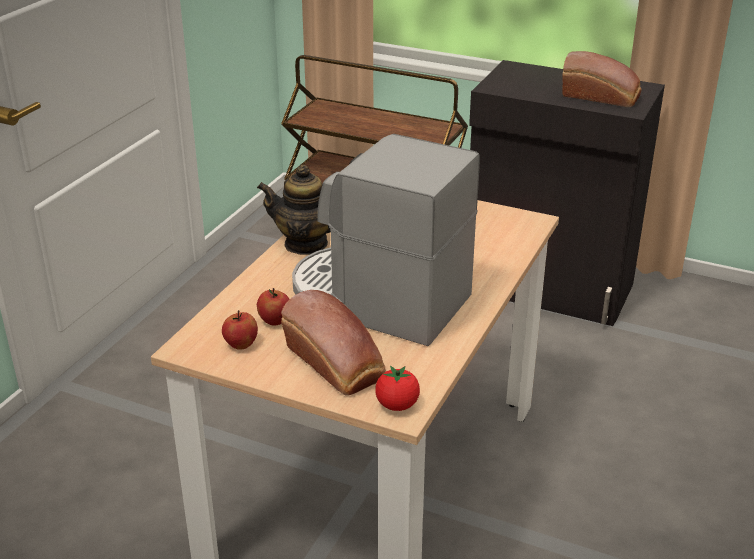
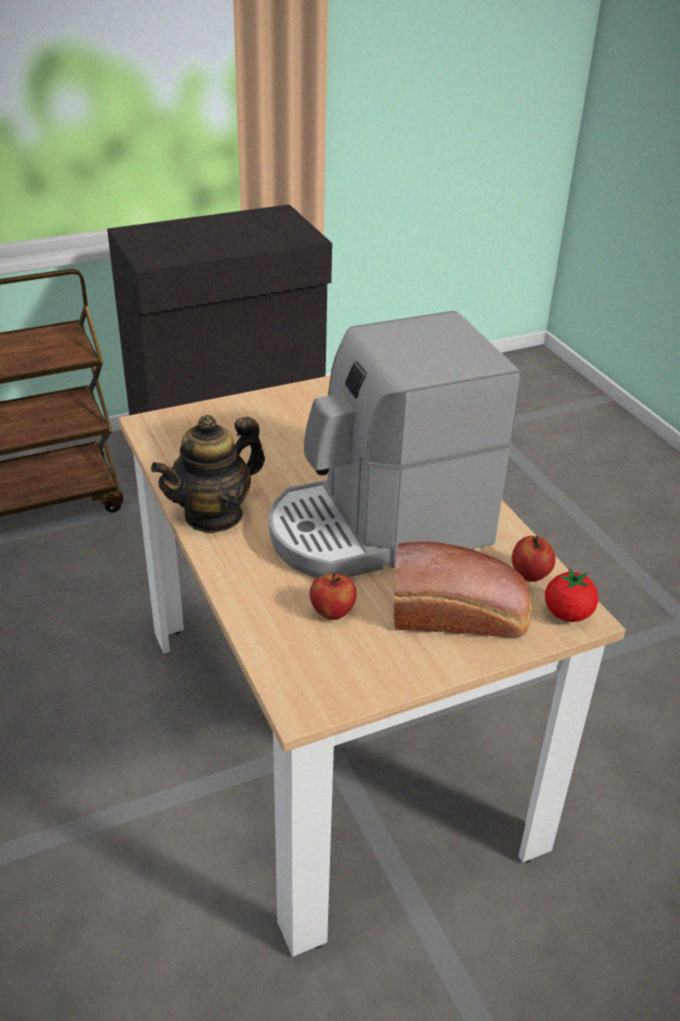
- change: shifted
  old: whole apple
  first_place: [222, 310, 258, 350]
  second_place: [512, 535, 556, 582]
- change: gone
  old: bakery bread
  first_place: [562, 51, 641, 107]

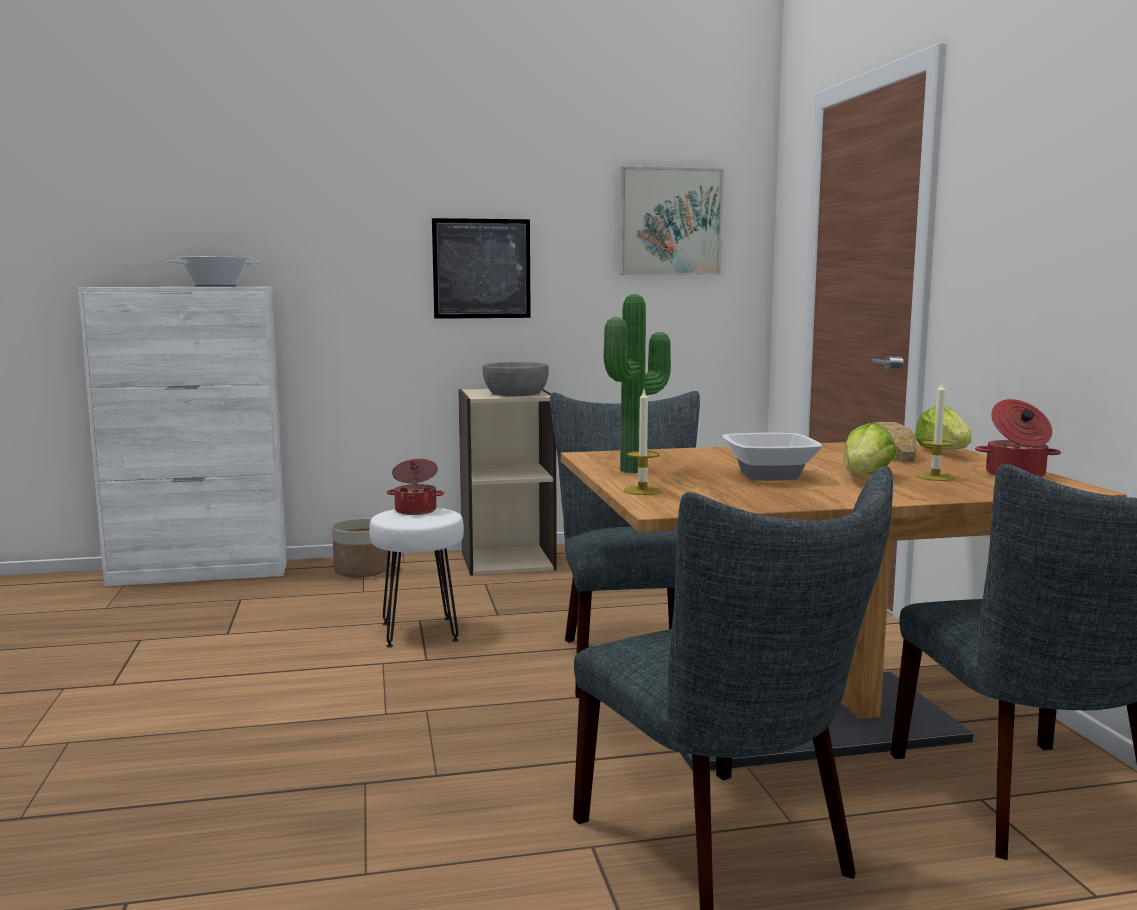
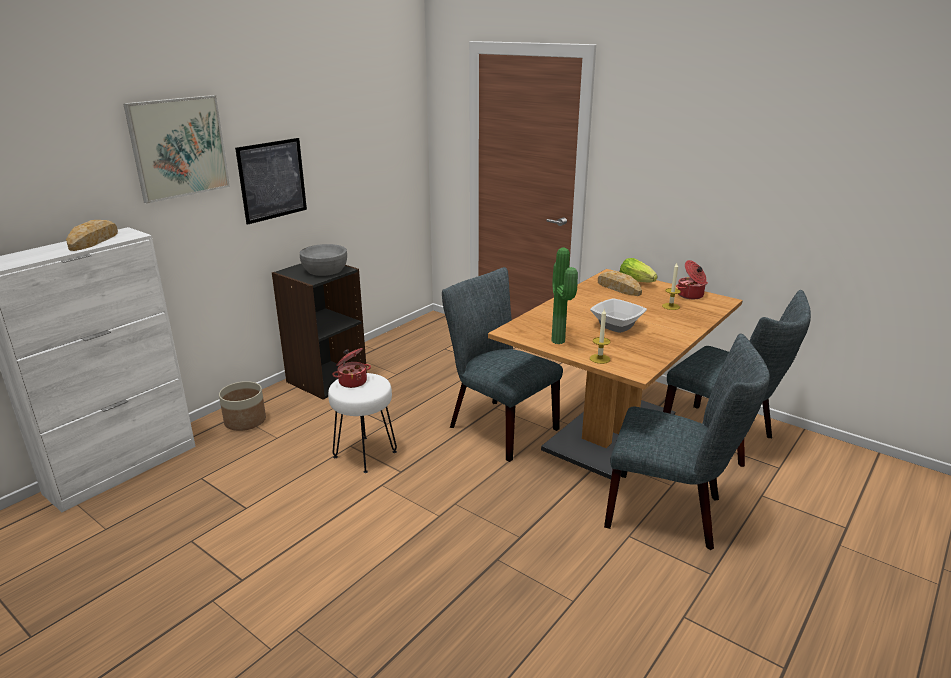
- change: swapped
  old: stockpot
  new: bakery bread
  first_place: [166, 257, 260, 287]
  second_place: [66, 220, 118, 251]
- change: repainted
  old: beige-coloured shelving unit
  new: black shelving unit
  first_place: [458, 389, 557, 576]
  second_place: [272, 263, 367, 400]
- change: shifted
  old: wall art
  first_place: [619, 166, 724, 275]
  second_place: [123, 95, 230, 204]
- change: gone
  old: lettuce
  first_place: [843, 423, 896, 474]

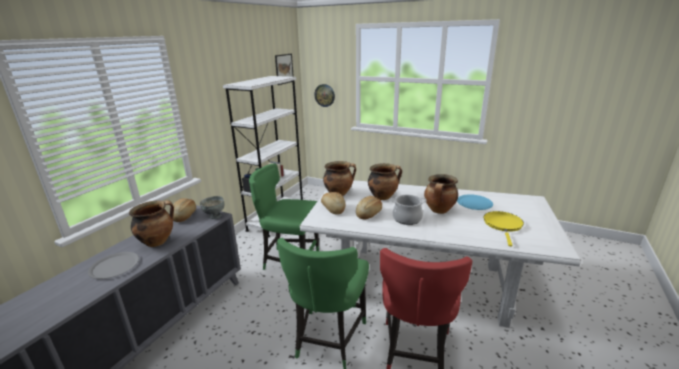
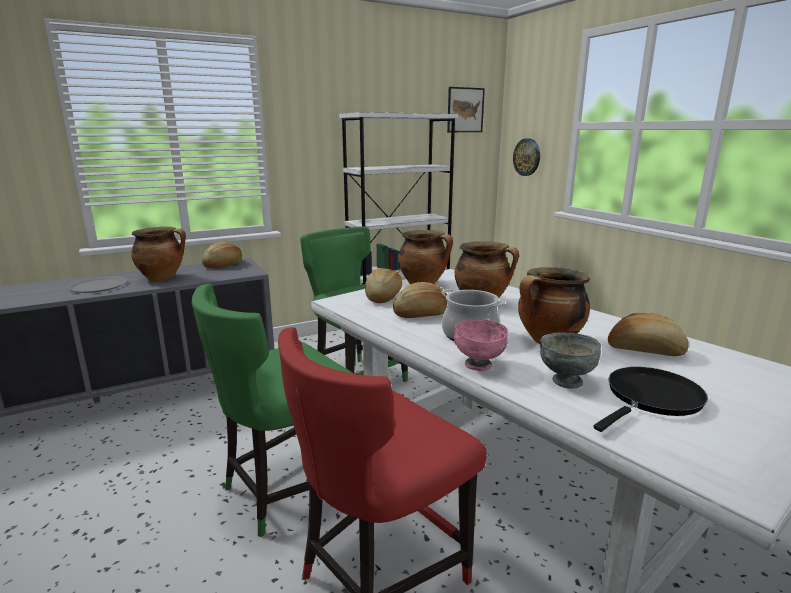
- change: shifted
  old: gray bowl
  first_place: [200, 196, 224, 219]
  second_place: [540, 332, 601, 389]
- change: swapped
  old: blue dinner plate
  new: bakery bread
  first_place: [457, 194, 493, 210]
  second_place: [608, 313, 689, 356]
- change: repainted
  old: yellow frying pan
  new: black frying pan
  first_place: [484, 211, 524, 246]
  second_place: [594, 367, 708, 432]
- change: new
  new: pink bowl
  second_place: [454, 319, 508, 371]

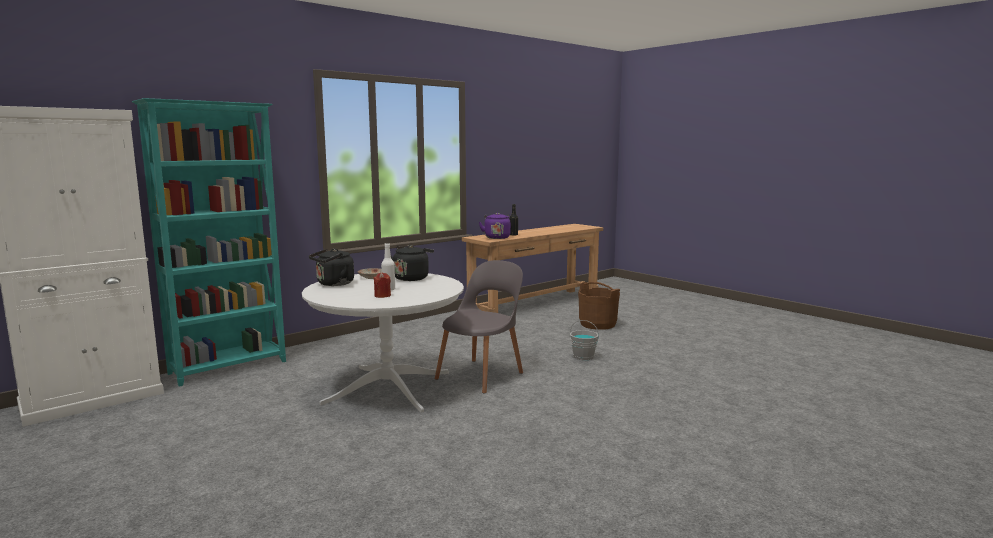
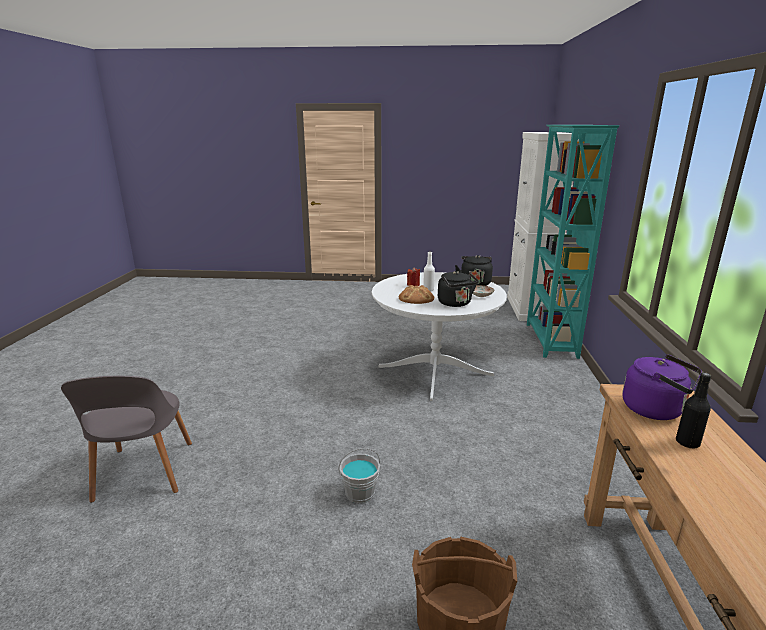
- change: shifted
  old: gray upright chair
  first_place: [435, 260, 523, 393]
  second_place: [61, 376, 192, 503]
- change: new
  new: bakery bread
  second_place: [399, 285, 434, 304]

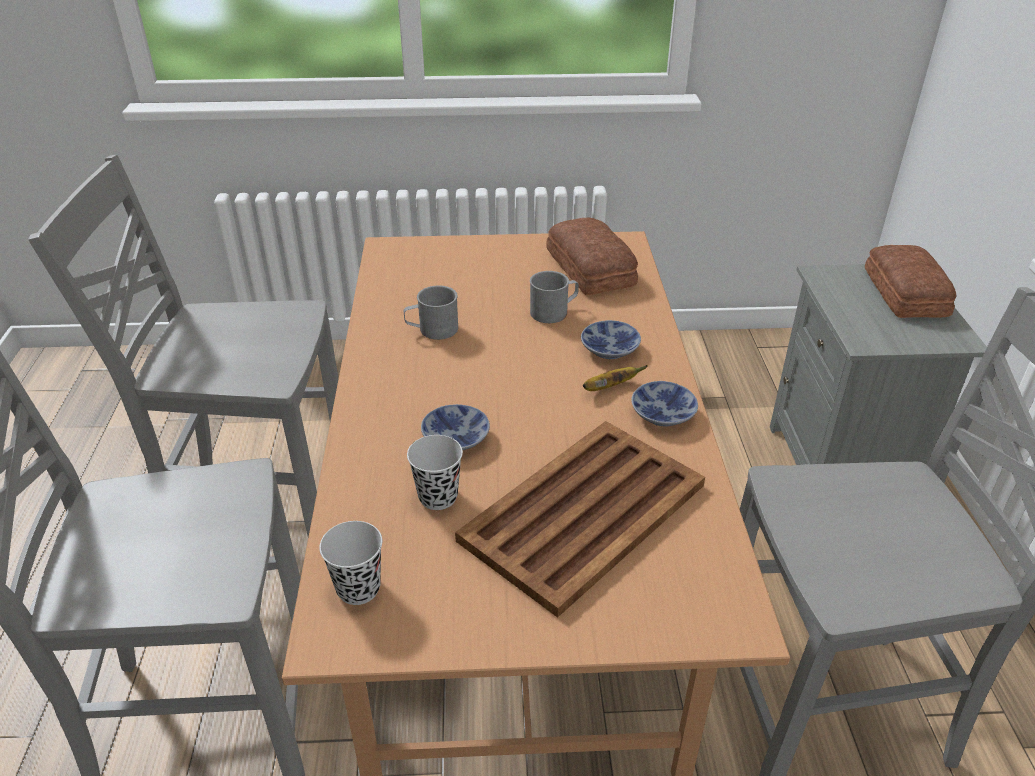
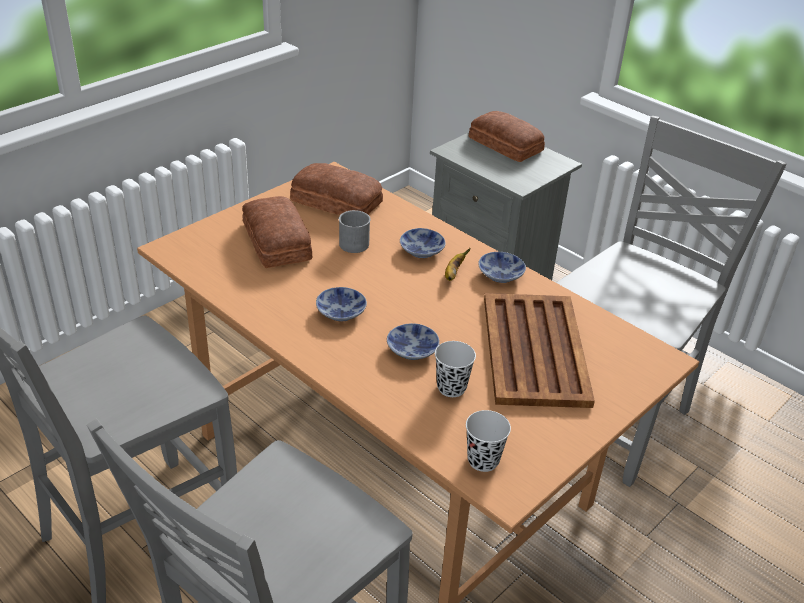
- change: gone
  old: gray coffee mug
  first_place: [404, 286, 458, 340]
- change: new
  new: bakery bread
  second_place: [242, 196, 312, 268]
- change: new
  new: bowl
  second_place: [316, 287, 367, 321]

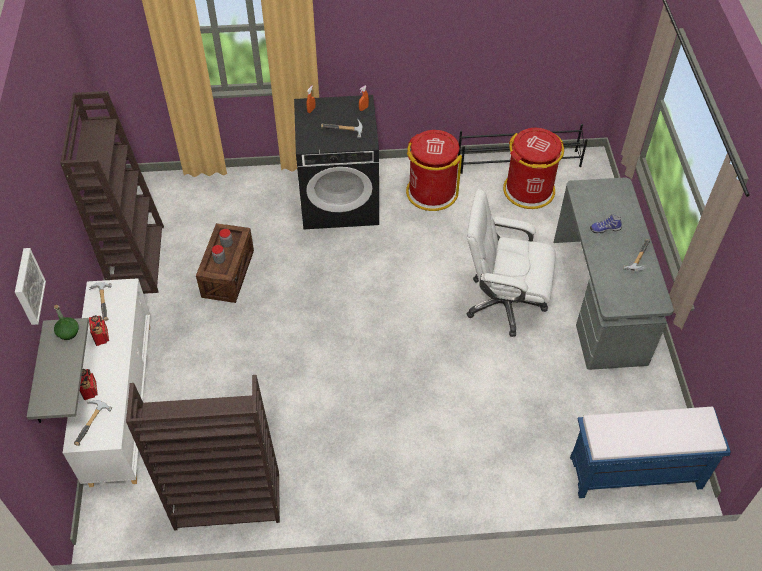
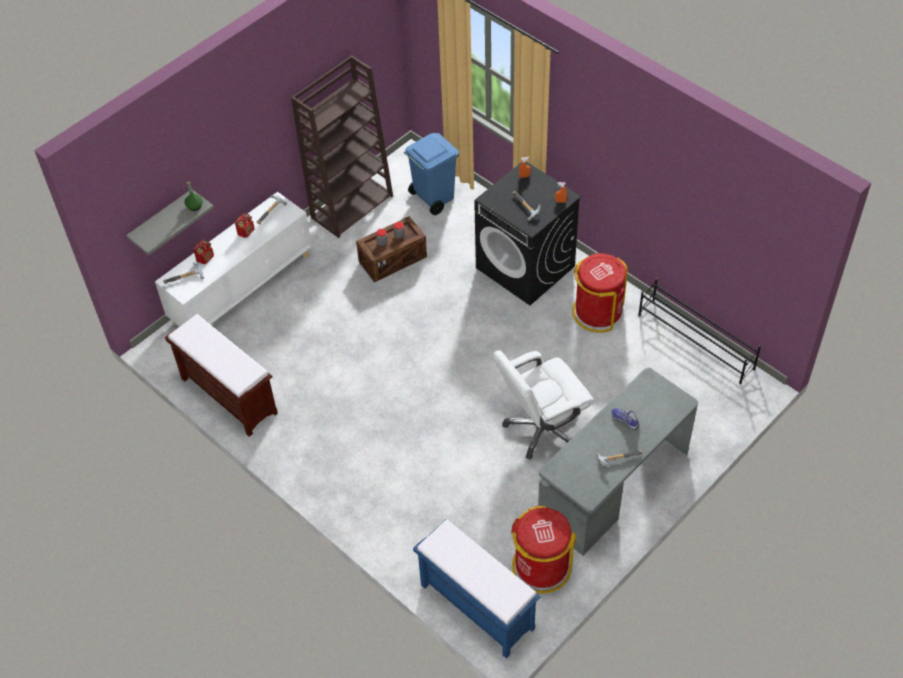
- change: gone
  old: wall art
  first_place: [15, 248, 46, 325]
- change: swapped
  old: brown-coloured shelving unit
  new: brown-coloured indoor bench
  first_place: [126, 375, 280, 531]
  second_place: [165, 314, 278, 437]
- change: rotated
  old: white-coloured office chair
  first_place: [467, 189, 556, 337]
  second_place: [493, 350, 595, 459]
  degrees: -90
- change: shifted
  old: red trash can
  first_place: [503, 128, 564, 209]
  second_place: [511, 506, 576, 594]
- change: new
  new: blue trash can
  second_place: [404, 133, 459, 215]

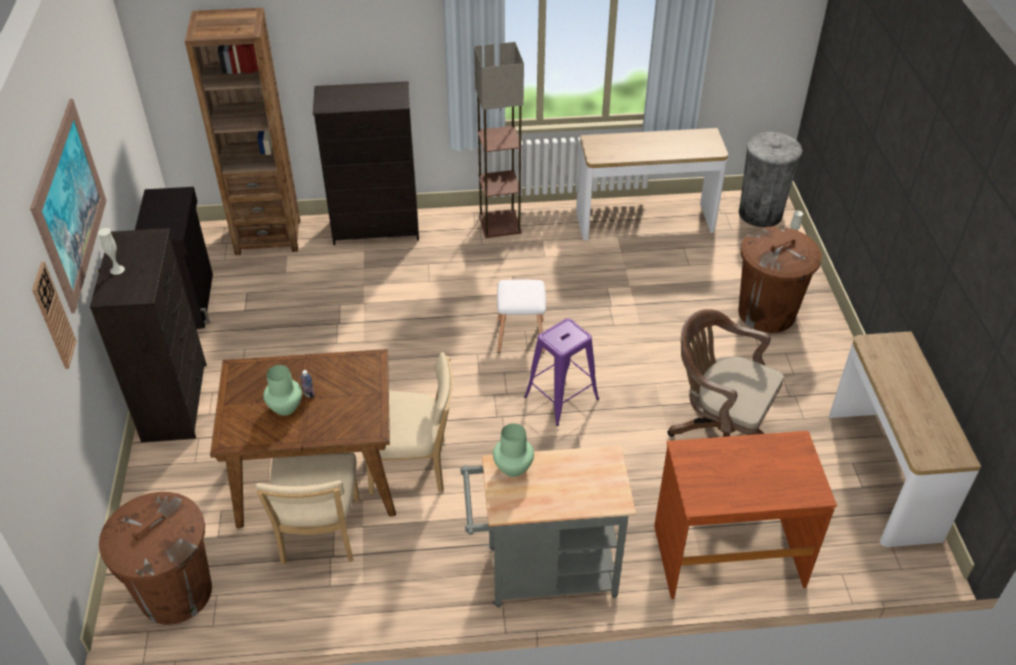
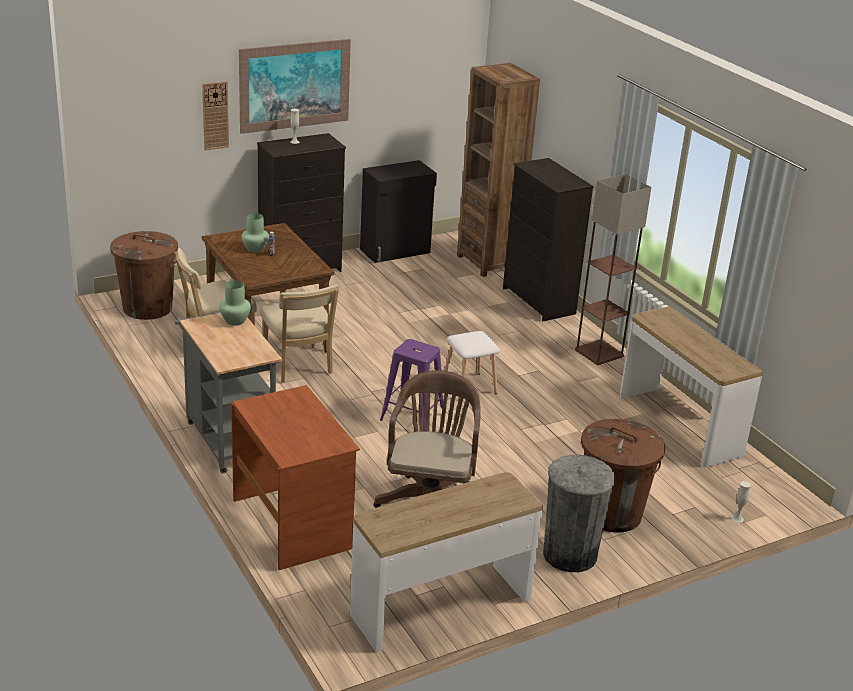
- change: shifted
  old: gray trash can
  first_place: [739, 132, 803, 227]
  second_place: [543, 455, 615, 572]

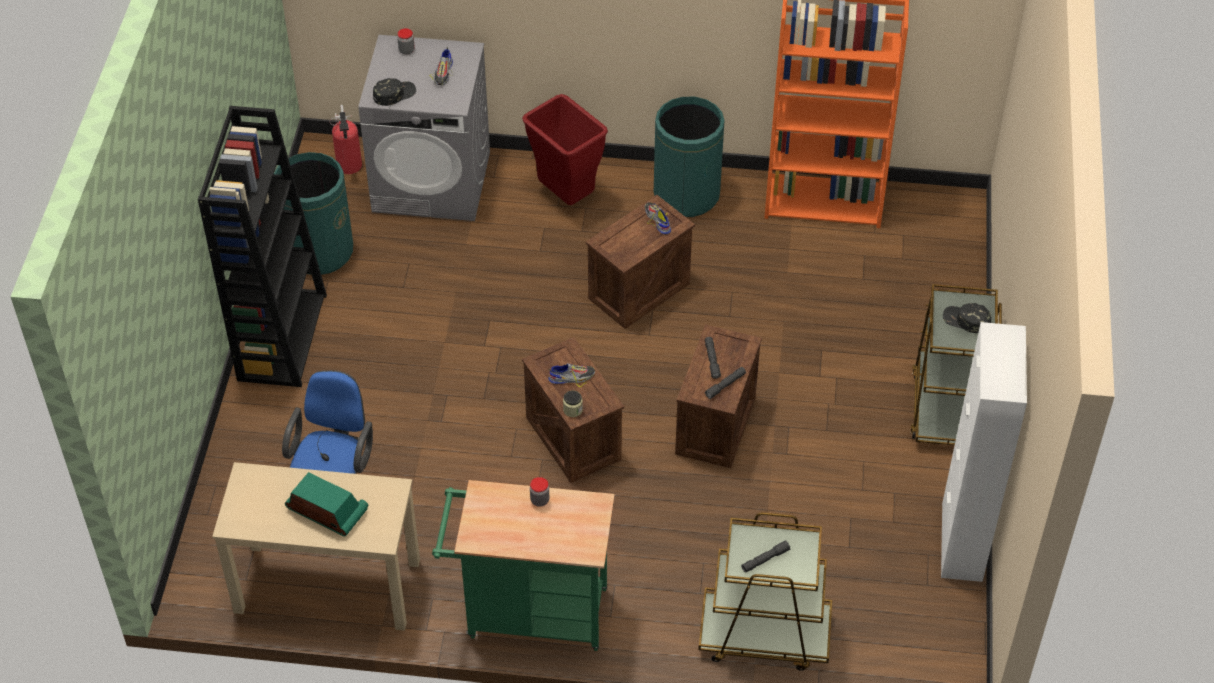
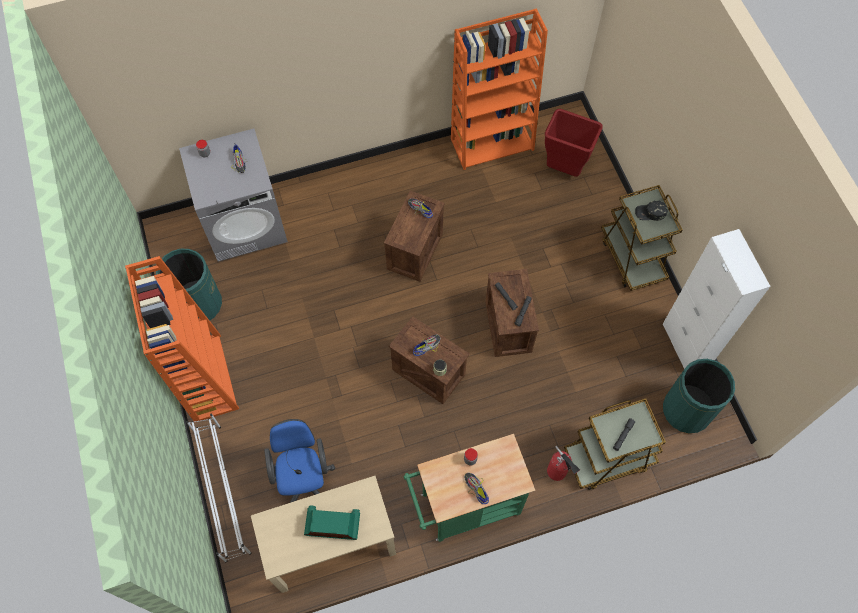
- change: repainted
  old: black shelving unit
  new: orange shelving unit
  first_place: [198, 106, 327, 387]
  second_place: [125, 256, 239, 423]
- change: shifted
  old: extinguisher
  first_place: [329, 105, 362, 174]
  second_place: [547, 446, 580, 481]
- change: gone
  old: black baseball cap
  first_place: [373, 78, 416, 106]
- change: shifted
  old: red trash can
  first_place: [522, 94, 608, 205]
  second_place: [545, 109, 603, 177]
- change: shifted
  old: green-coloured trash can
  first_place: [654, 97, 724, 217]
  second_place: [663, 359, 735, 433]
- change: new
  new: white-coloured shoe stand
  second_place: [186, 413, 251, 563]
- change: new
  new: shoe
  second_place: [464, 473, 489, 504]

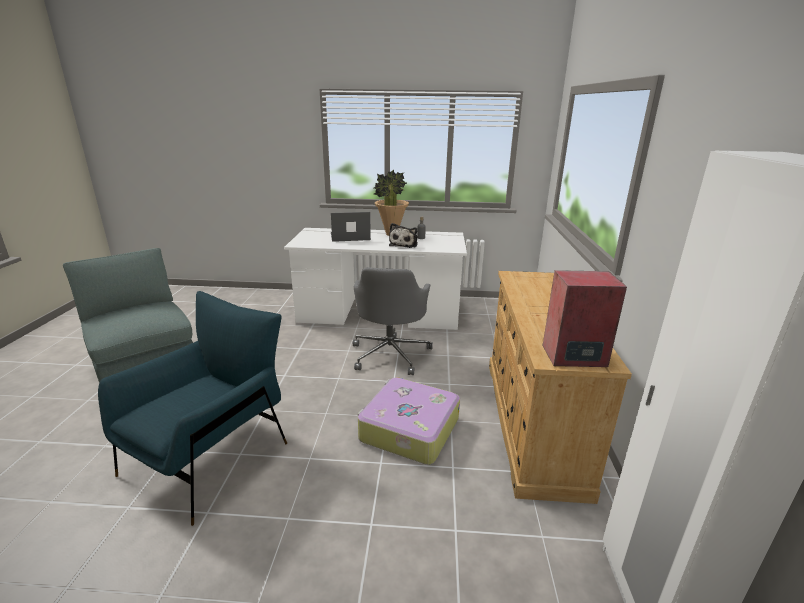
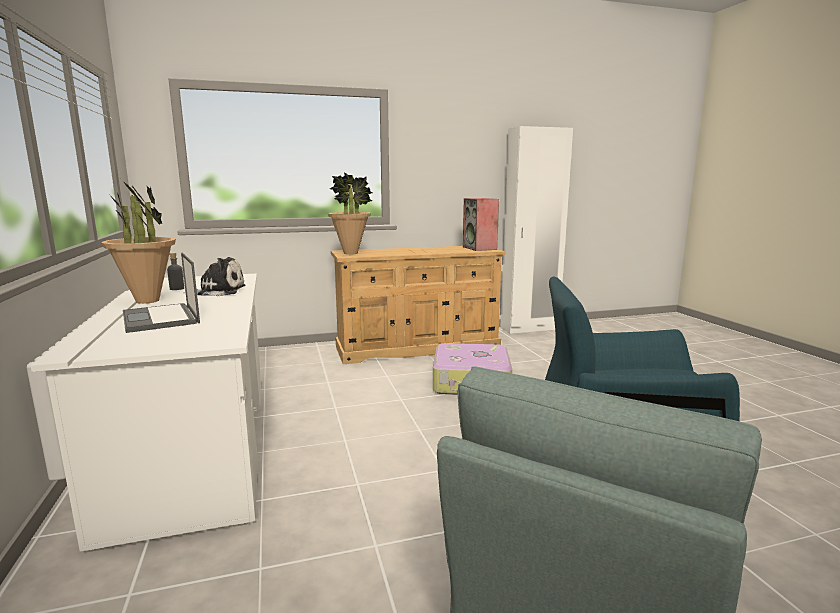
- change: gone
  old: gray office chair
  first_place: [353, 267, 433, 375]
- change: new
  new: houseplant
  second_place: [328, 172, 373, 255]

